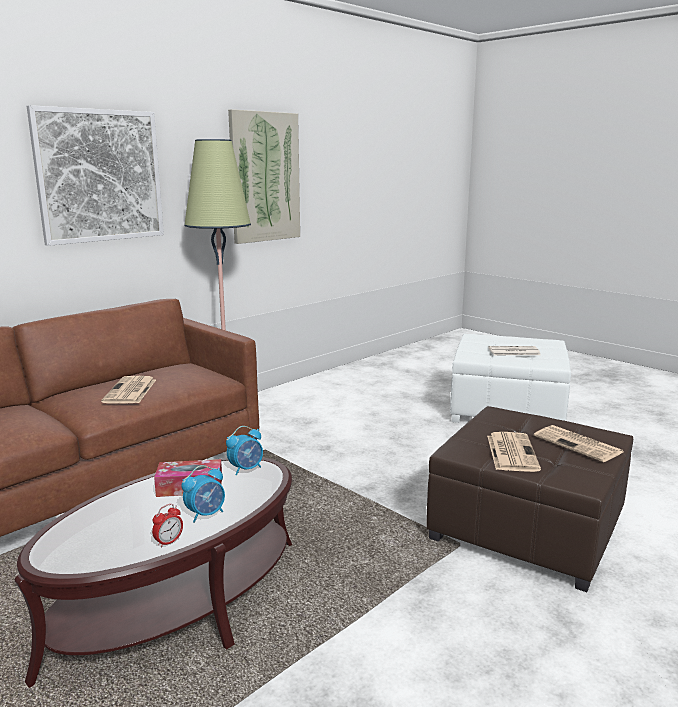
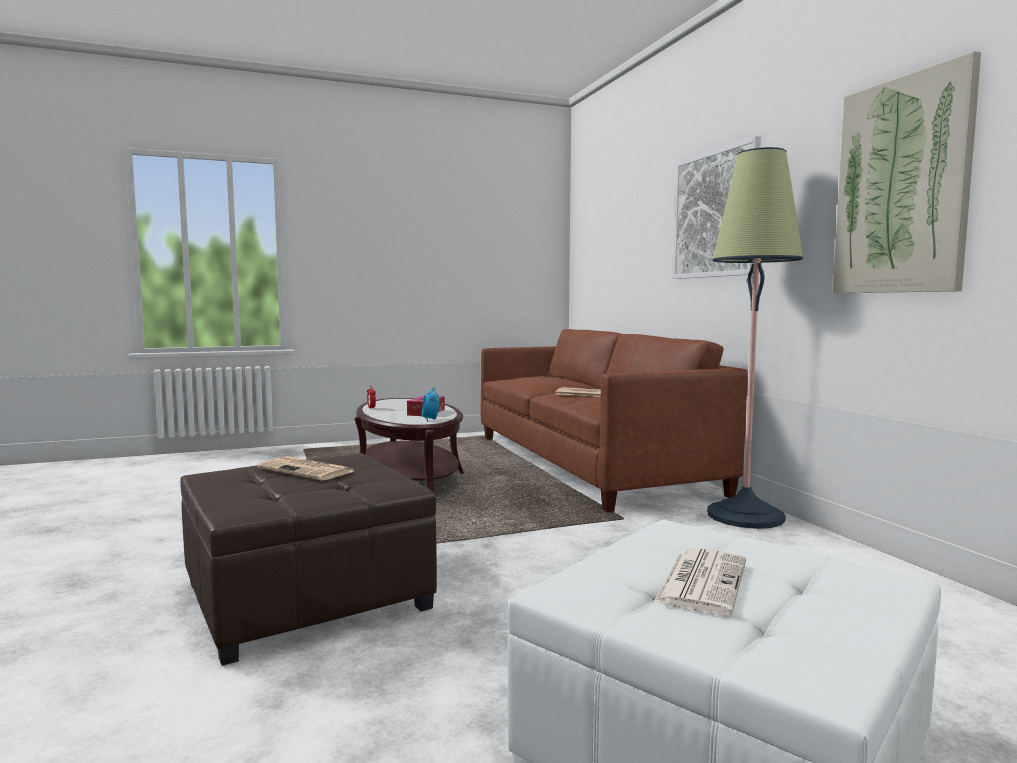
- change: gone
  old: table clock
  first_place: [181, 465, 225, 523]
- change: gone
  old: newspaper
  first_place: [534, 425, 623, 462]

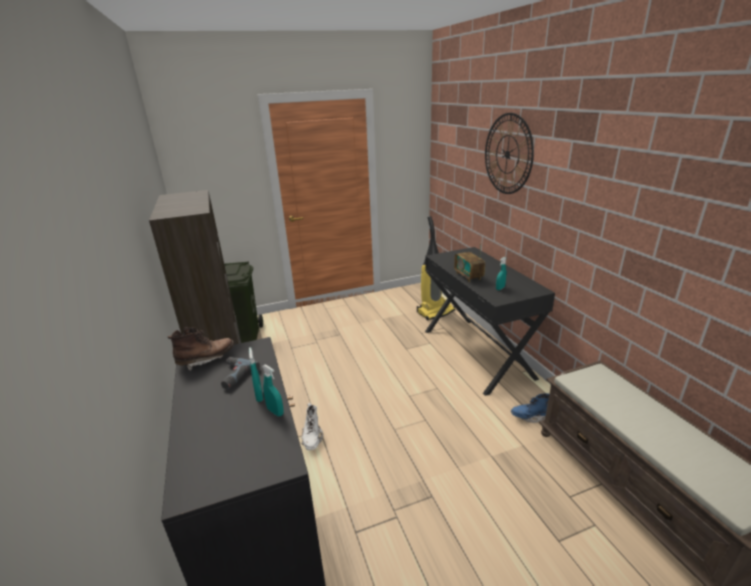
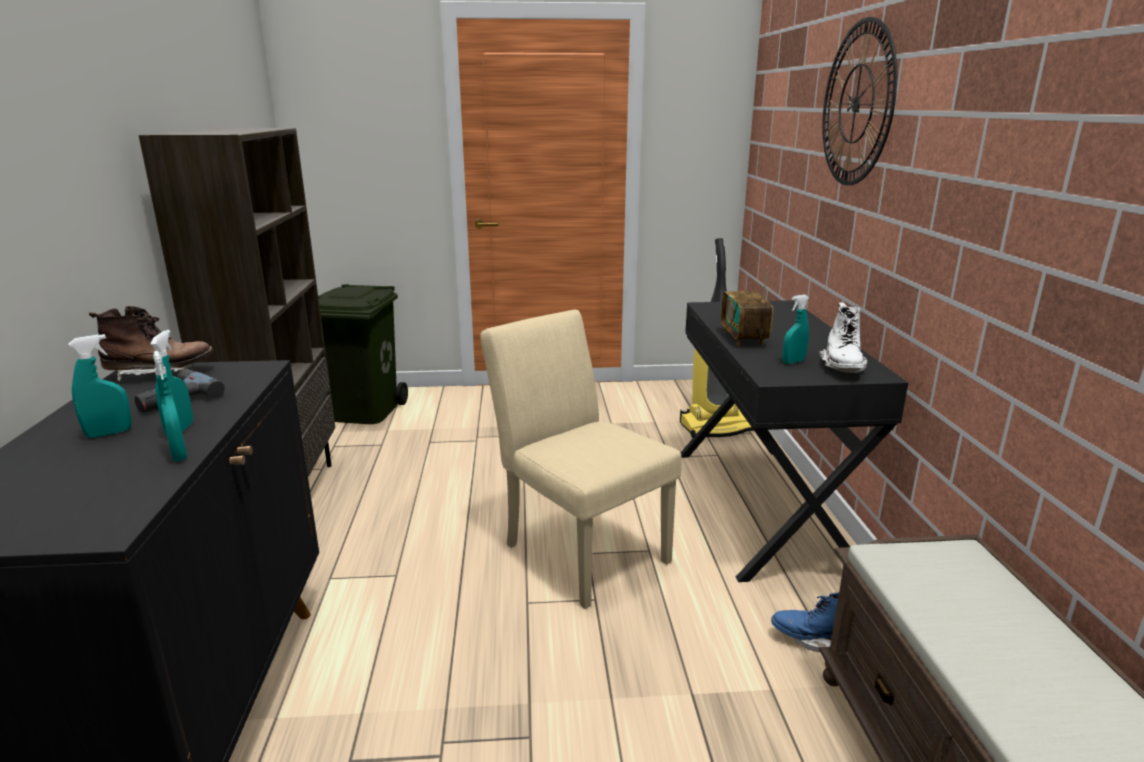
- change: shifted
  old: white-coloured high-top boot
  first_place: [301, 403, 323, 450]
  second_place: [818, 303, 867, 373]
- change: new
  new: blue-green spray bottle
  second_place: [69, 334, 132, 438]
- change: new
  new: beige-coloured upright chair
  second_place: [480, 310, 682, 609]

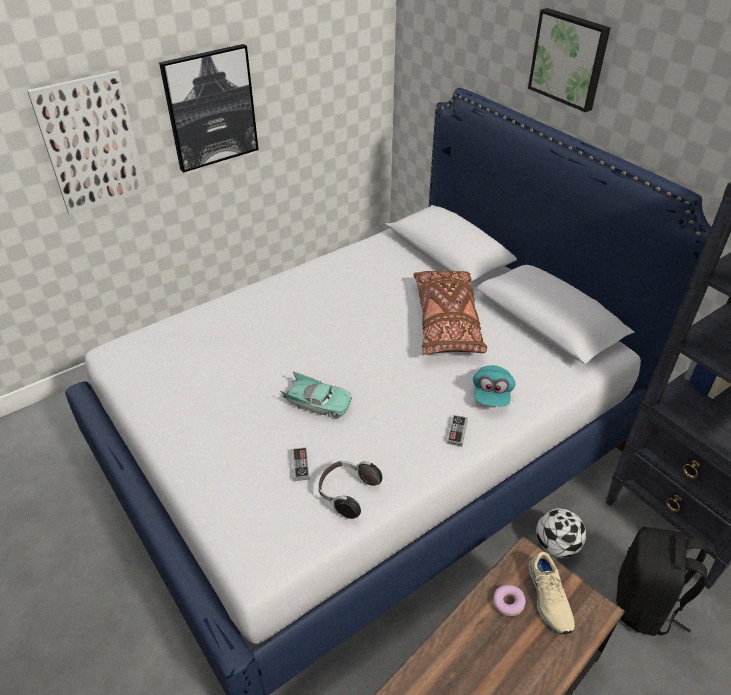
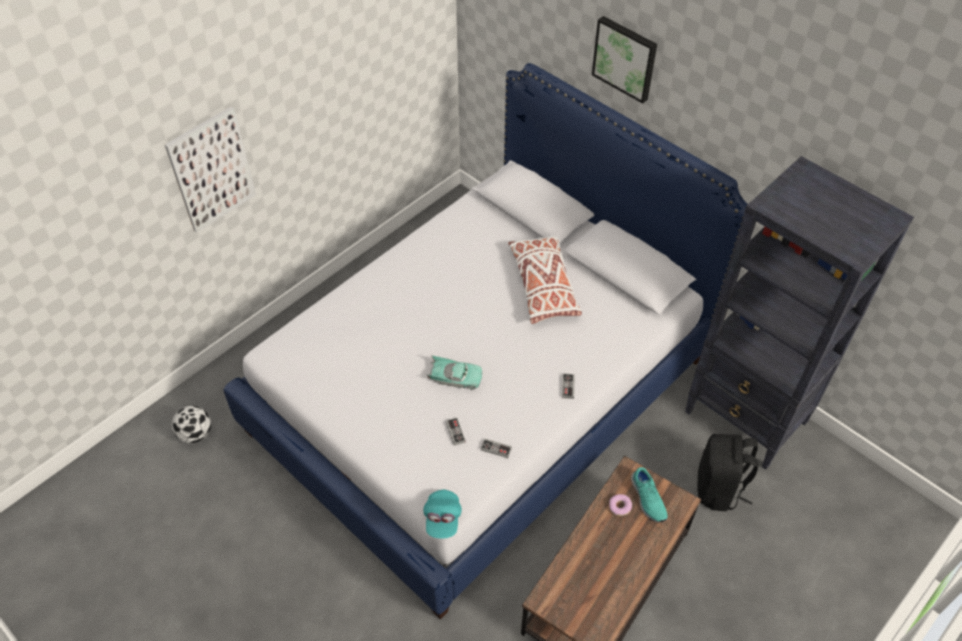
- change: gone
  old: wall art
  first_place: [159, 44, 259, 173]
- change: swapped
  old: headphones
  new: game controller
  first_place: [318, 461, 382, 519]
  second_place: [481, 438, 512, 458]
- change: repainted
  old: brown-coloured throw pillow
  new: white-coloured throw pillow
  first_place: [413, 271, 487, 355]
  second_place: [508, 236, 582, 324]
- change: shifted
  old: blue-green baseball cap
  first_place: [473, 365, 516, 407]
  second_place: [423, 489, 462, 538]
- change: repainted
  old: beige-coloured shoe
  new: blue-green shoe
  first_place: [528, 552, 575, 634]
  second_place: [631, 467, 668, 523]
- change: shifted
  old: ball for football
  first_place: [536, 508, 586, 558]
  second_place: [172, 406, 211, 444]

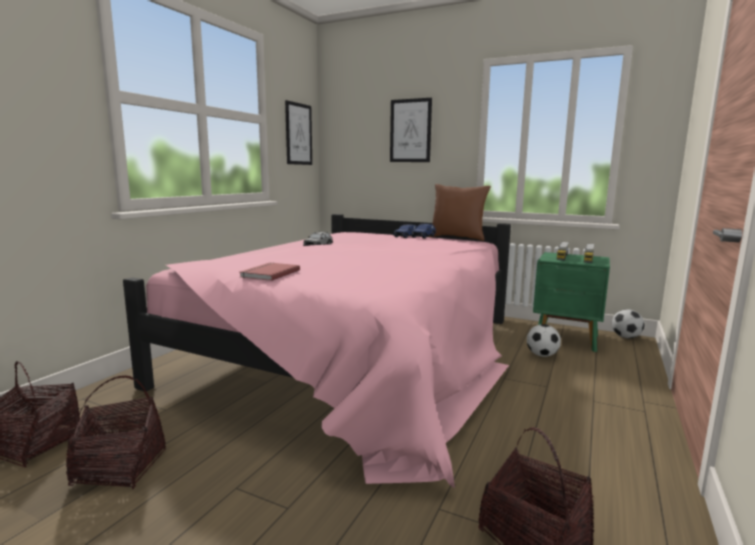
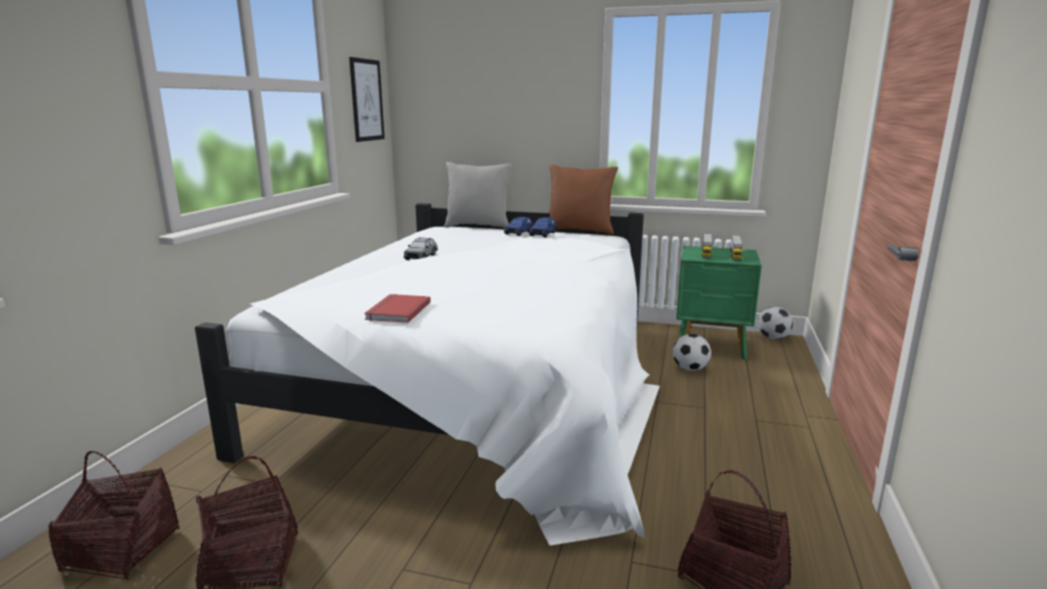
- change: repainted
  old: pink sleeping bed
  new: white-coloured sleeping bed
  first_place: [123, 214, 511, 488]
  second_place: [195, 203, 660, 546]
- change: gone
  old: wall art
  first_place: [390, 98, 432, 162]
- change: new
  new: gray throw pillow
  second_place: [444, 162, 512, 228]

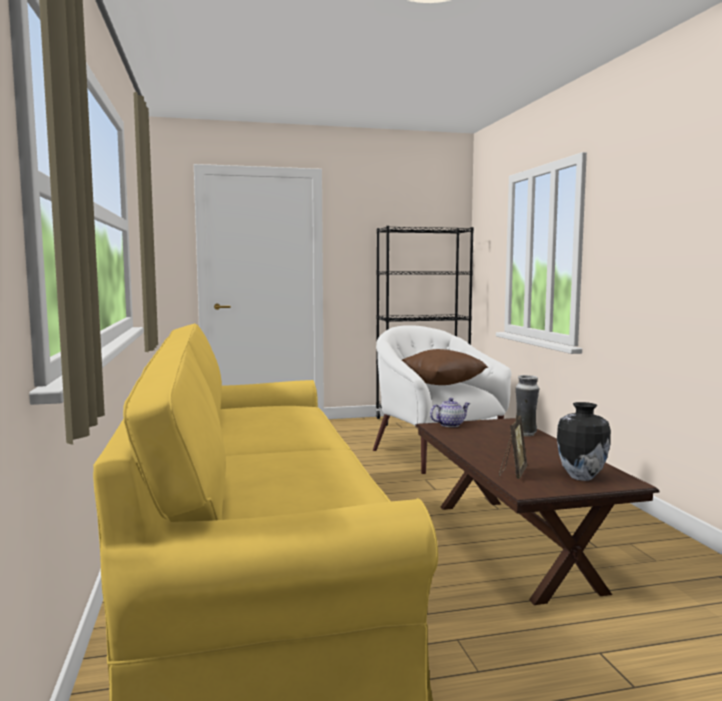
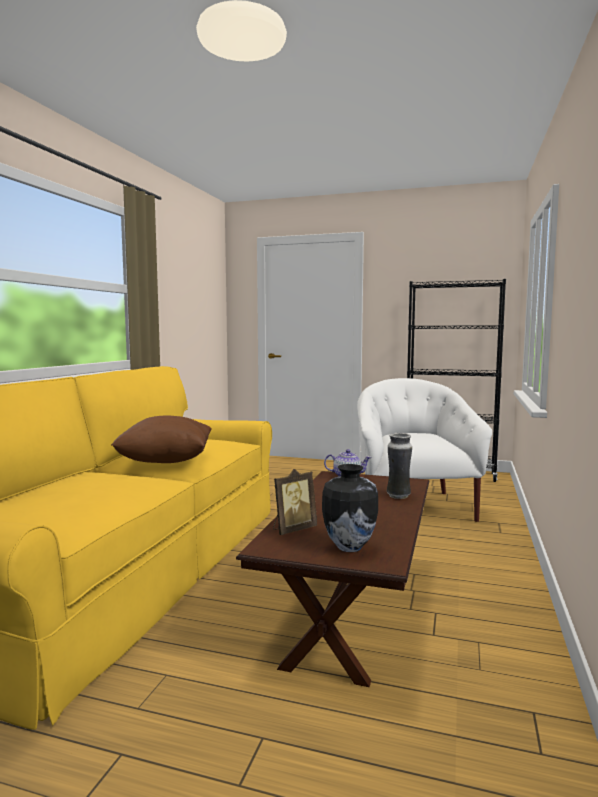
- change: shifted
  old: brown-coloured throw pillow
  first_place: [402, 349, 488, 385]
  second_place: [111, 415, 212, 463]

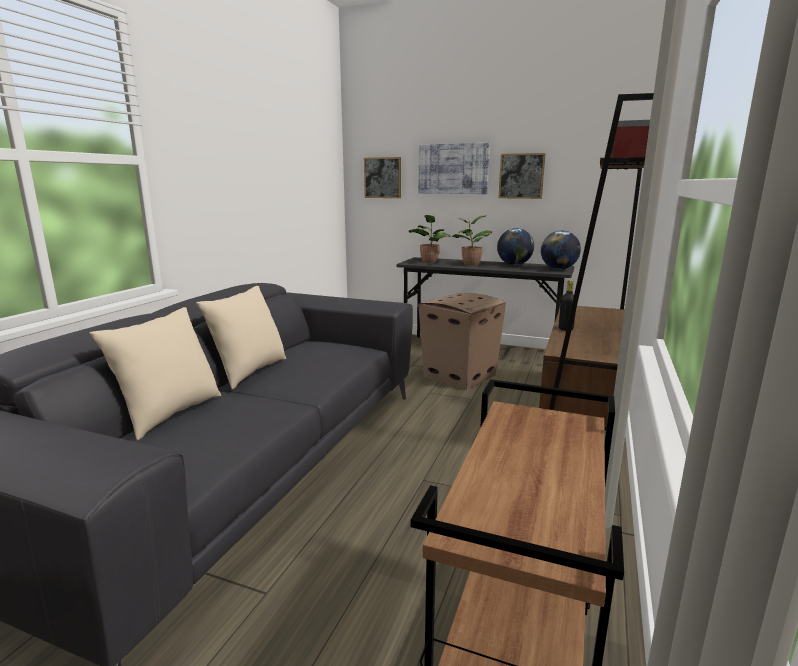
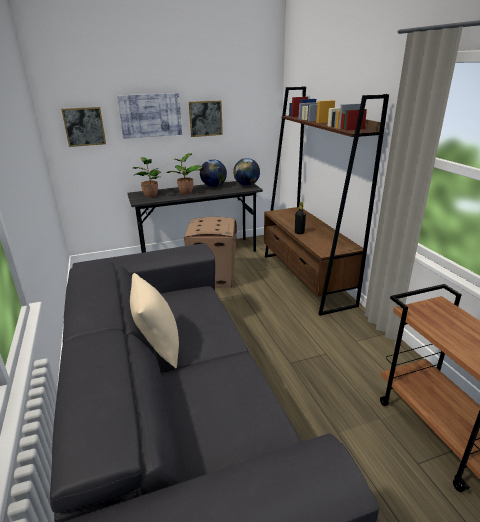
- change: gone
  old: beige-coloured throw pillow
  first_place: [89, 307, 221, 440]

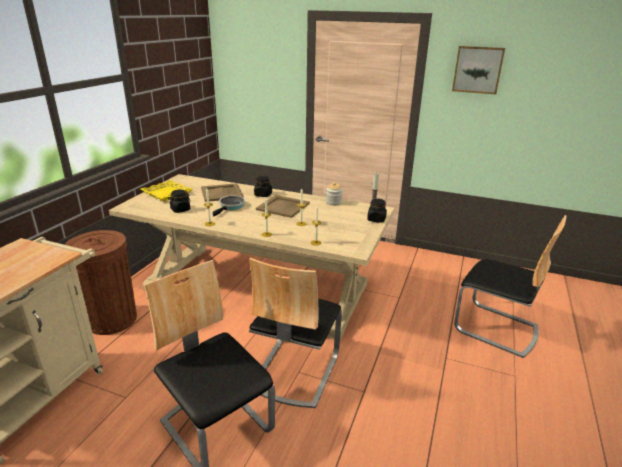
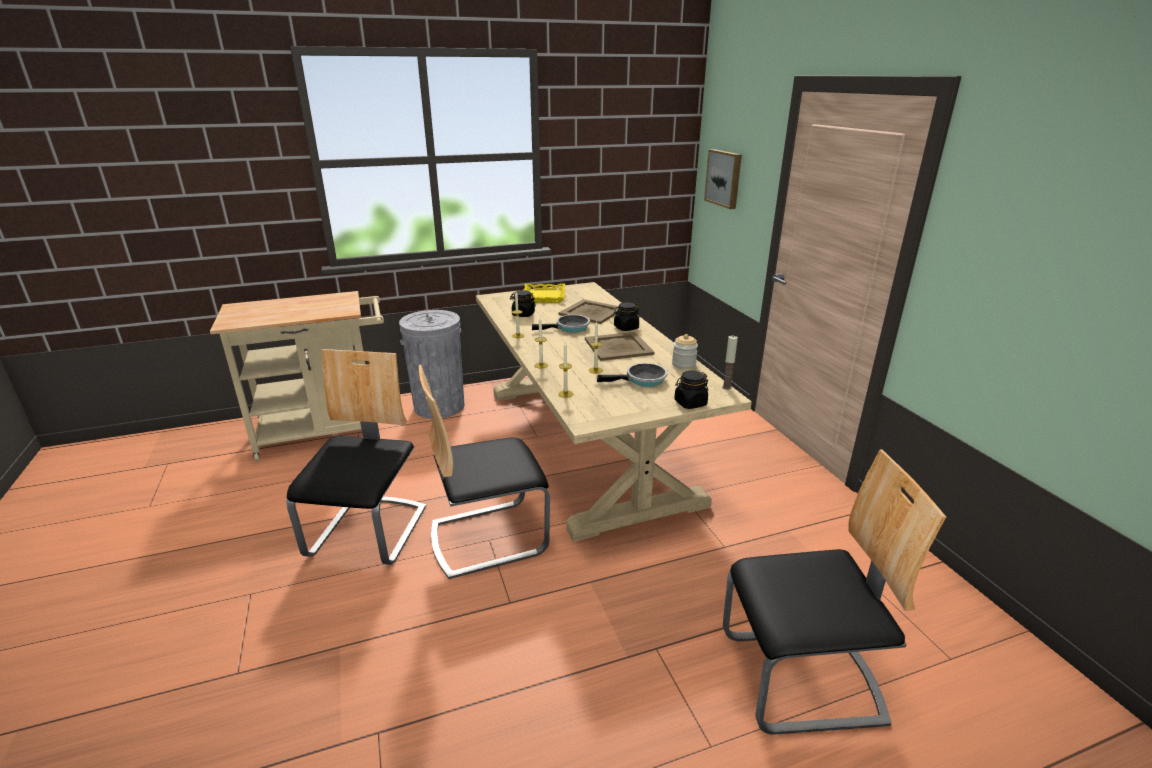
- change: repainted
  old: brown-coloured trash can
  new: gray trash can
  first_place: [65, 230, 137, 335]
  second_place: [399, 310, 464, 419]
- change: shifted
  old: wall art
  first_place: [452, 46, 505, 94]
  second_place: [704, 149, 742, 209]
- change: rotated
  old: upright chair
  first_place: [454, 215, 566, 358]
  second_place: [723, 449, 946, 735]
  degrees: -90
- change: new
  new: frying pan
  second_place: [597, 363, 668, 387]

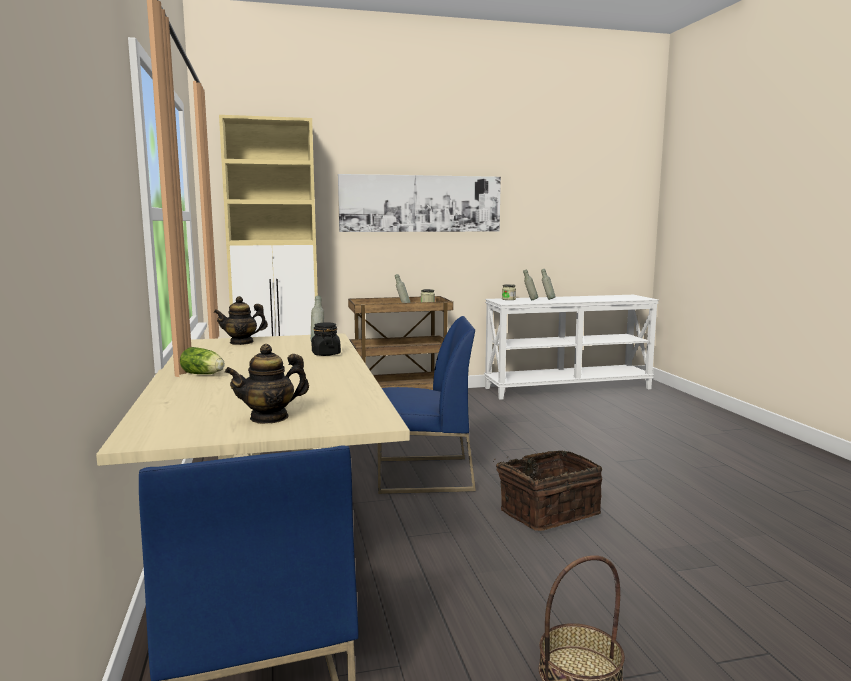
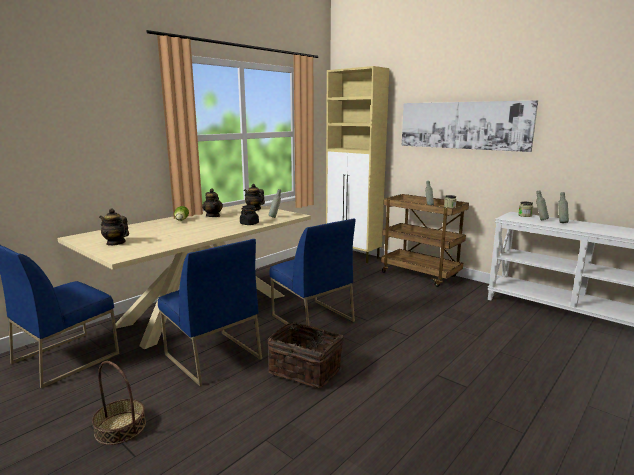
- change: new
  new: blue upright chair
  second_place: [158, 239, 262, 387]
- change: new
  new: tea pot
  second_place: [202, 189, 223, 217]

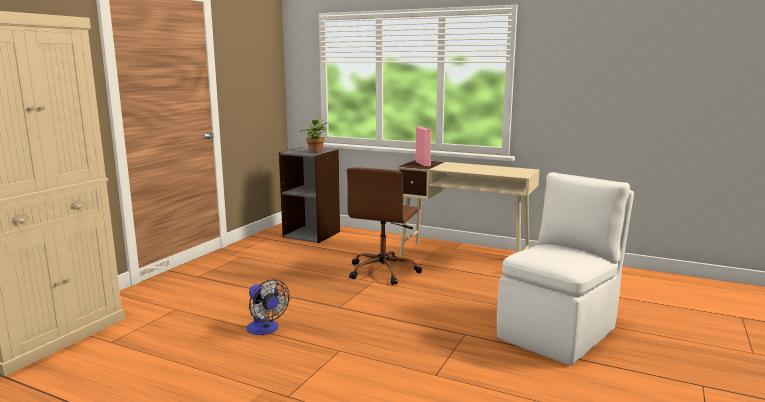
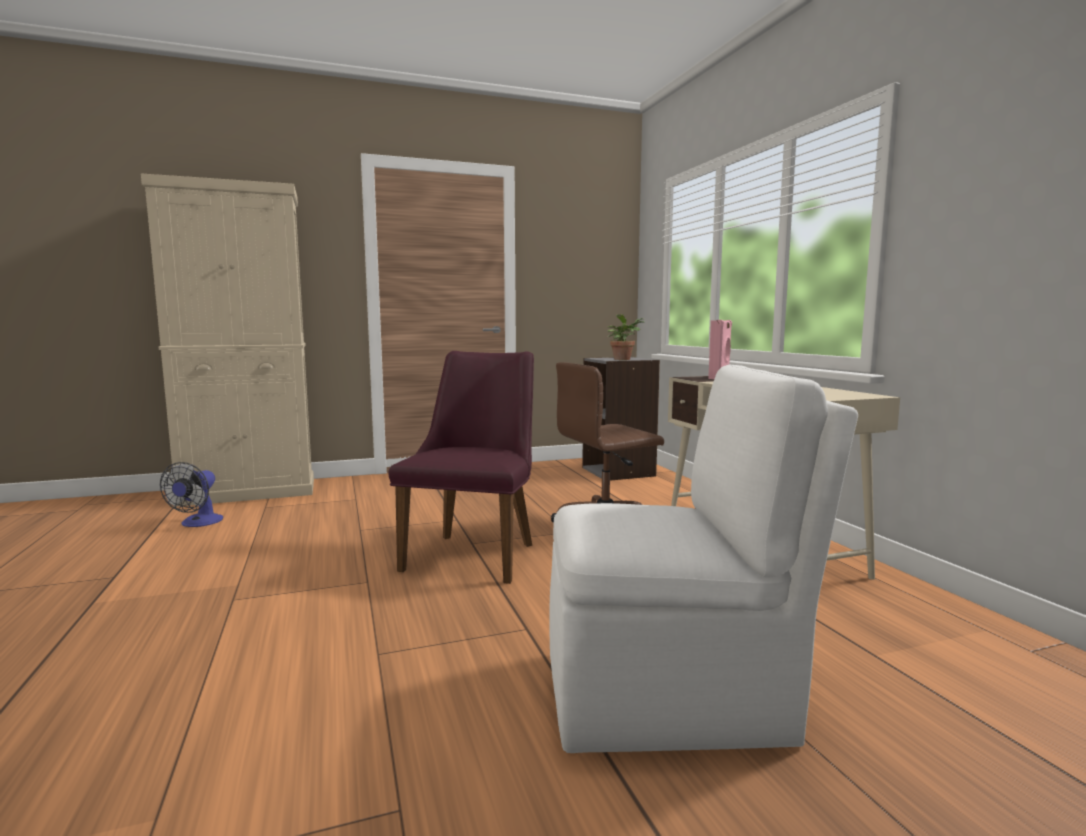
- change: shifted
  old: fan
  first_place: [247, 279, 290, 335]
  second_place: [160, 462, 223, 527]
- change: new
  new: purplish upright chair
  second_place: [388, 351, 534, 584]

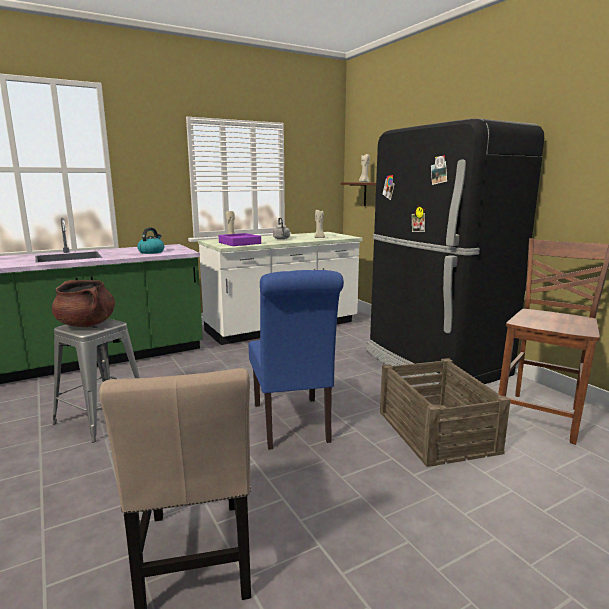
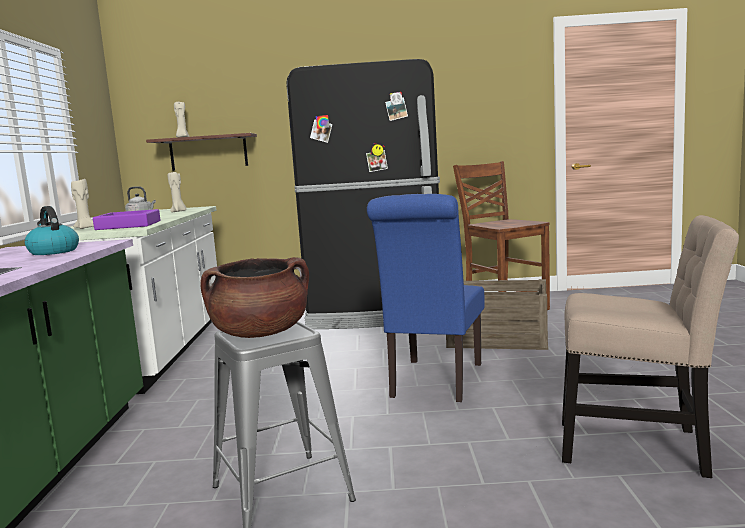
- change: rotated
  old: blue upright chair
  first_place: [249, 270, 344, 450]
  second_place: [367, 194, 485, 402]
  degrees: 90

